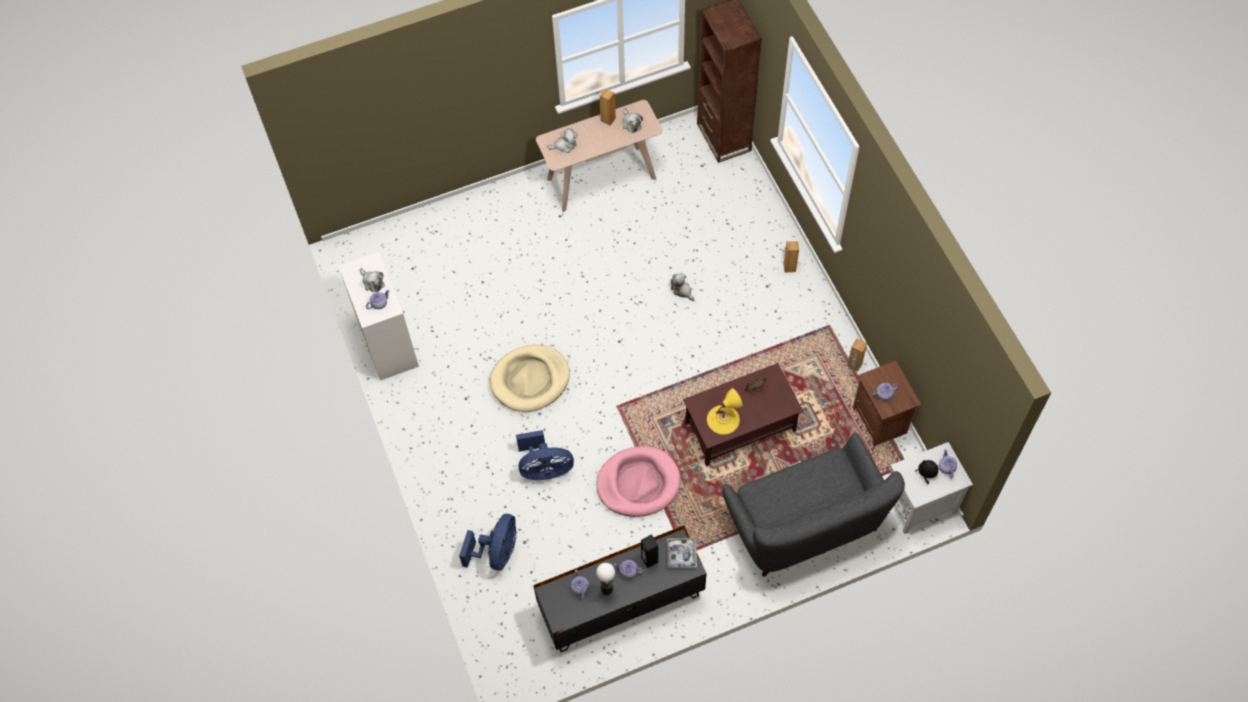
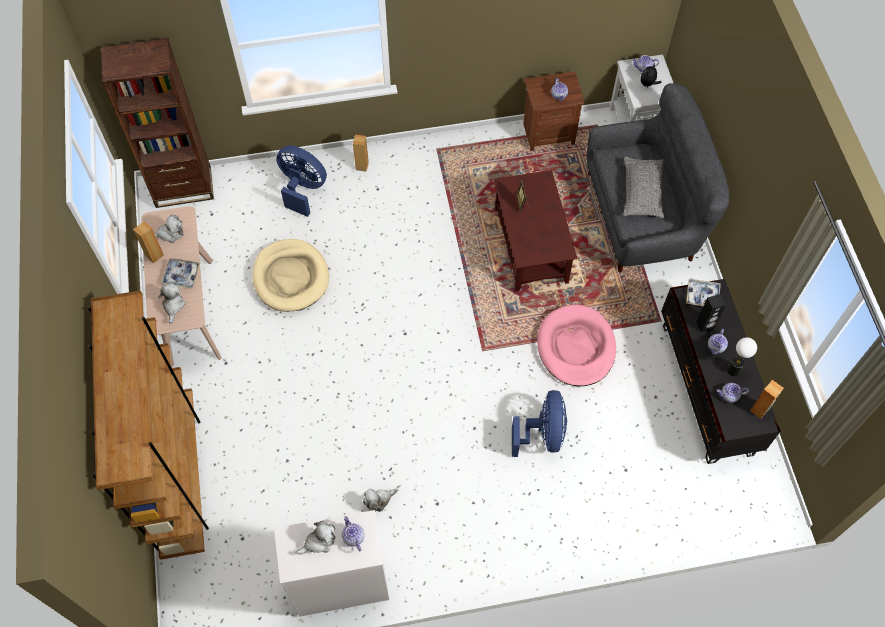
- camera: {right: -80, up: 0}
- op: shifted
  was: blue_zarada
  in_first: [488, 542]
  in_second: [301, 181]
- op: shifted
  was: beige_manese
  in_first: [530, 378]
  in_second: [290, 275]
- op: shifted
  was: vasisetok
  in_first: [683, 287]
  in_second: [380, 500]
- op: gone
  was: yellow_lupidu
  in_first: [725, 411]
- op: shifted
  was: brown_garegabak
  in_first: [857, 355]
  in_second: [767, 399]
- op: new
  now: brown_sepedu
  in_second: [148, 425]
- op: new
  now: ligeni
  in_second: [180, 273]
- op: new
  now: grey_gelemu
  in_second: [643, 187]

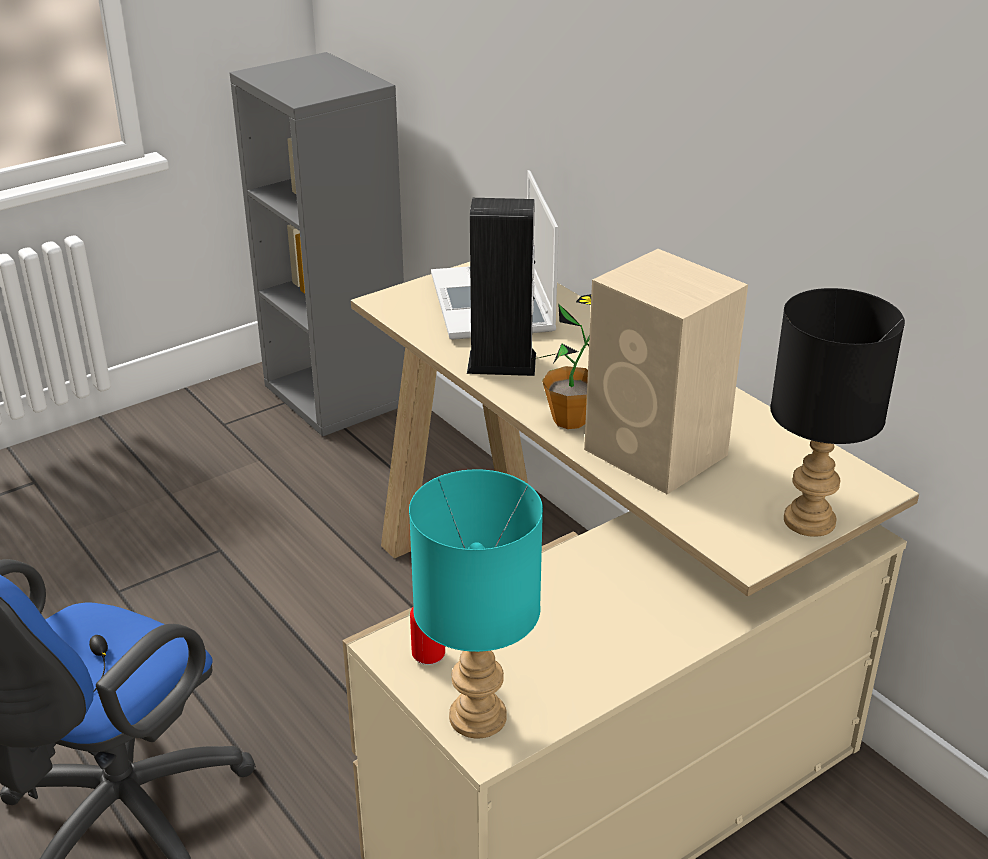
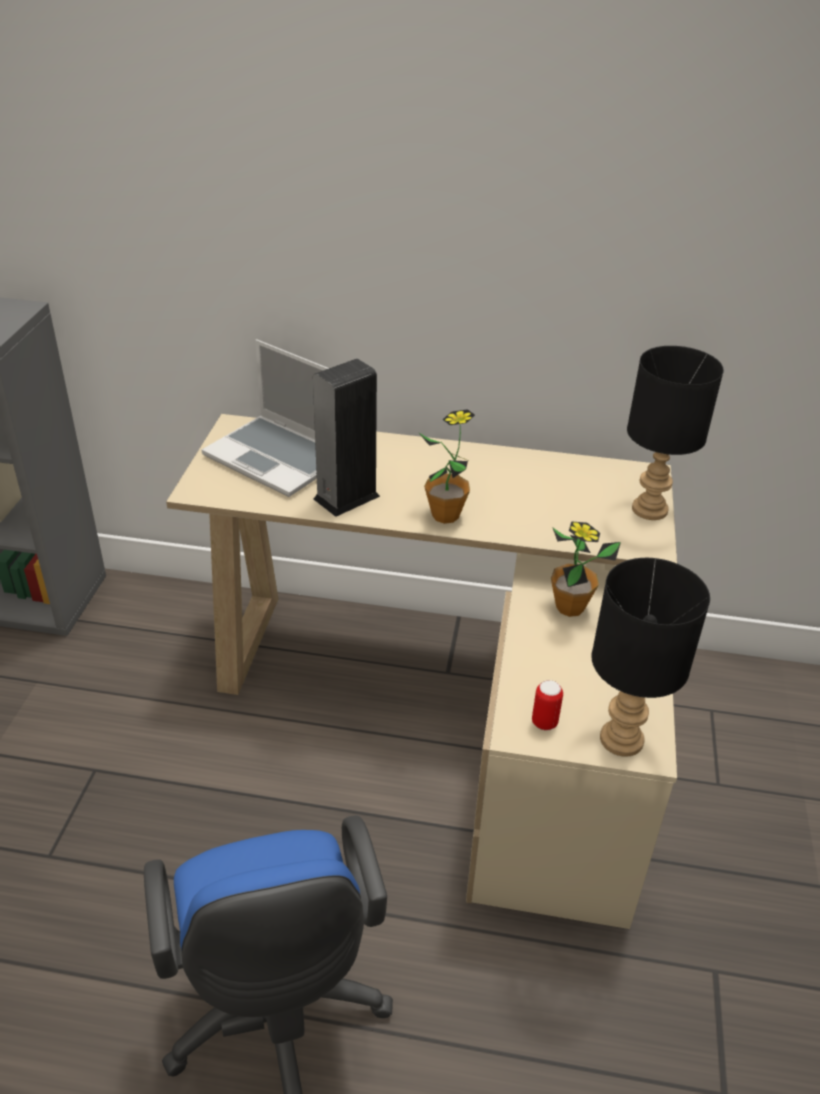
- camera: {right: -45, up: 5}
- op: repainted
  was: turquoise_lupidu
  now: black_lupidu
  in_first: [476, 603]
  in_second: [651, 657]
- op: gone
  was: beige_garegabak
  in_first: [666, 371]
- op: new
  now: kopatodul
  in_second: [586, 569]

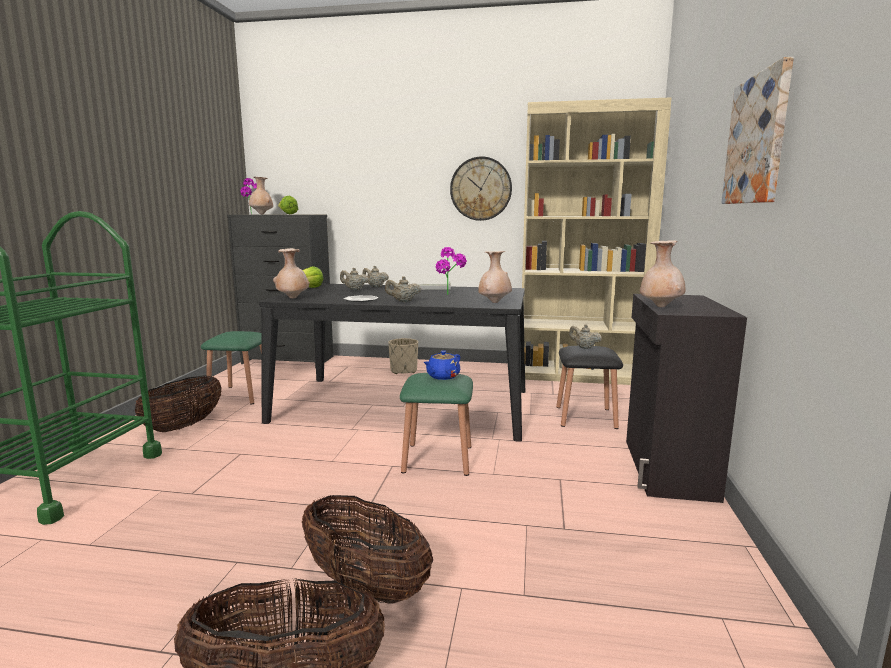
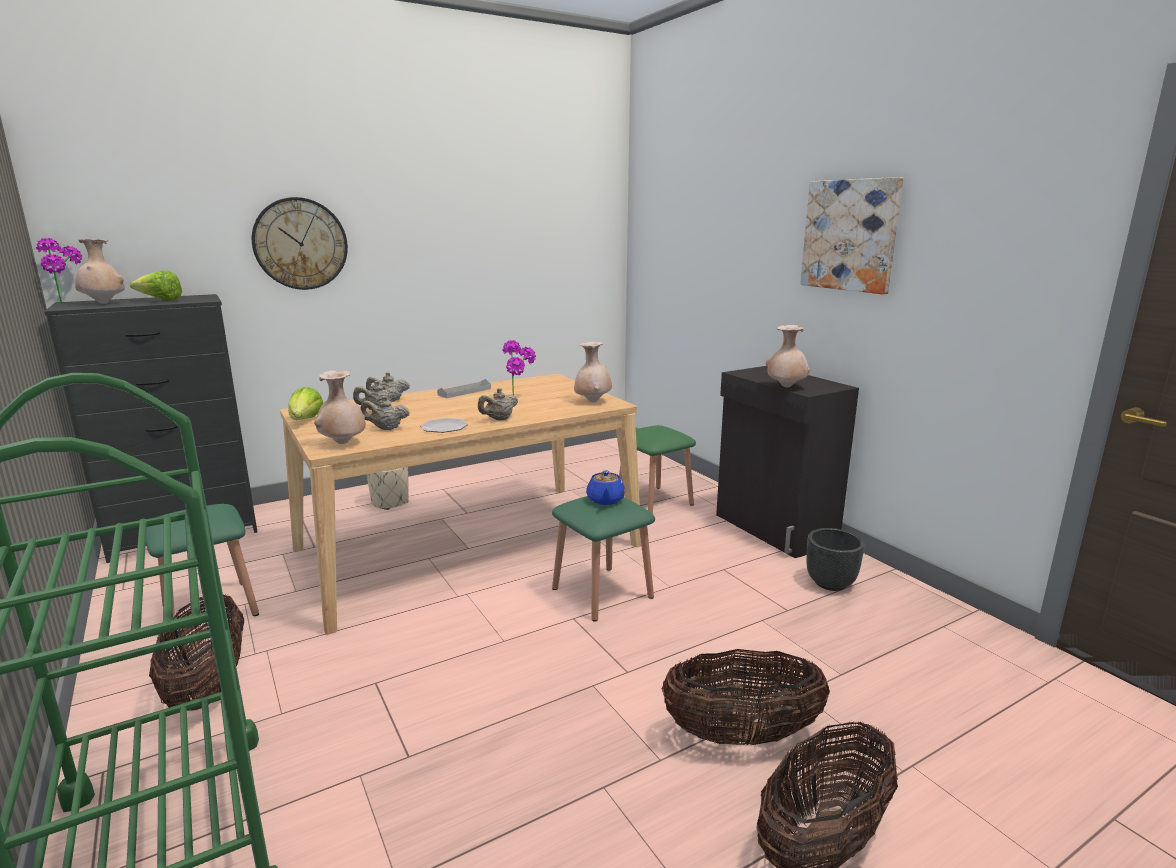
- camera: {right: -40, up: 5}
- op: repainted
  was: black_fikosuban
  now: beige_fikosuban
  in_first: [392, 363]
  in_second: [460, 504]
- op: shifted
  was: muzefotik
  in_first: [481, 188]
  in_second: [300, 243]
- op: gone
  was: beige_sepedu
  in_first: [596, 241]
- op: repainted
  was: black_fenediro
  now: green_fenediro
  in_first: [589, 387]
  in_second: [657, 469]
- op: shifted
  was: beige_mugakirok
  in_first: [585, 336]
  in_second: [385, 413]
- op: new
  now: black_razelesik
  in_second: [835, 559]

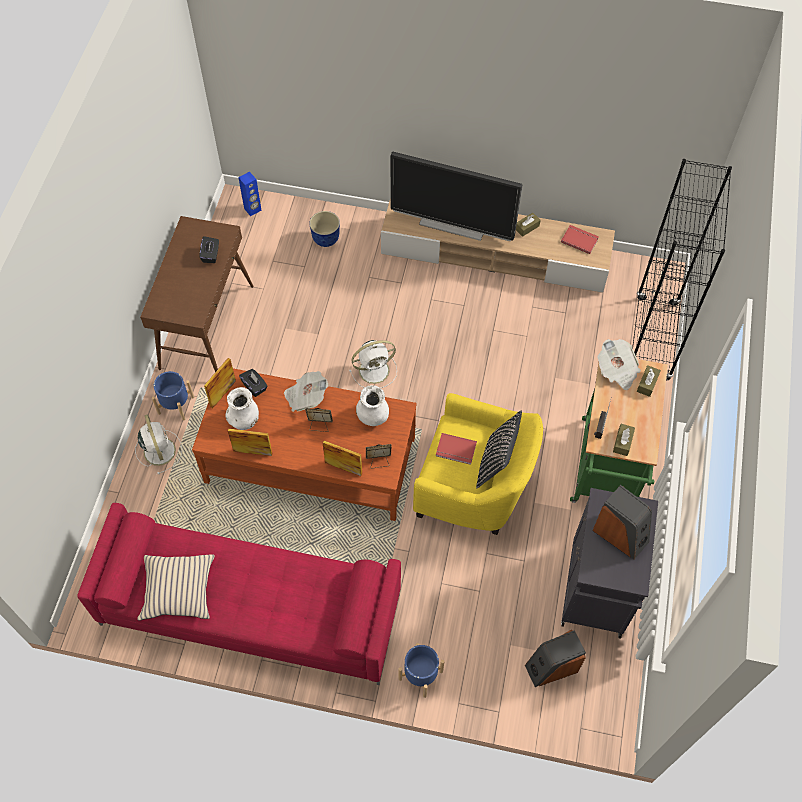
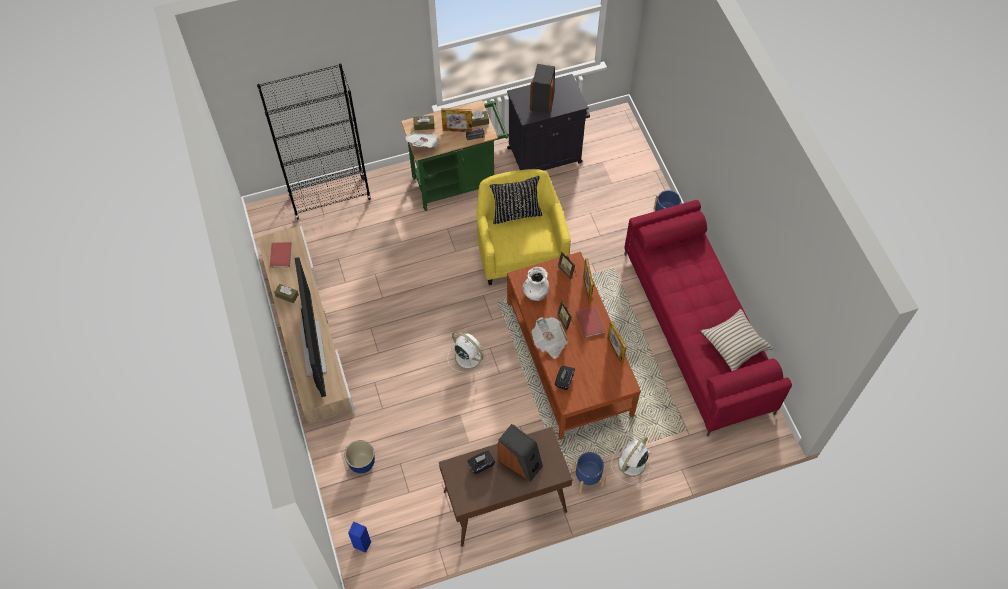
- camera: {right: -120, up: 0}
- op: shifted
  was: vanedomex
  in_first: [220, 383]
  in_second: [456, 120]
- op: gone
  was: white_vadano
  in_first: [242, 408]
- op: shifted
  was: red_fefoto
  in_first: [456, 449]
  in_second: [590, 322]
- op: shifted
  was: garegabak
  in_first: [555, 658]
  in_second: [520, 453]

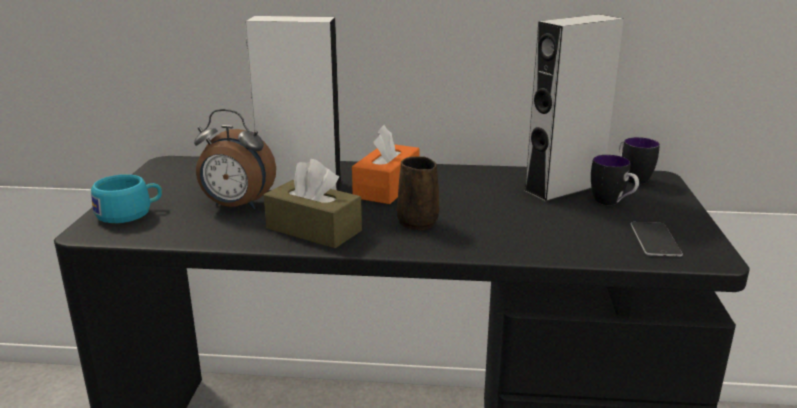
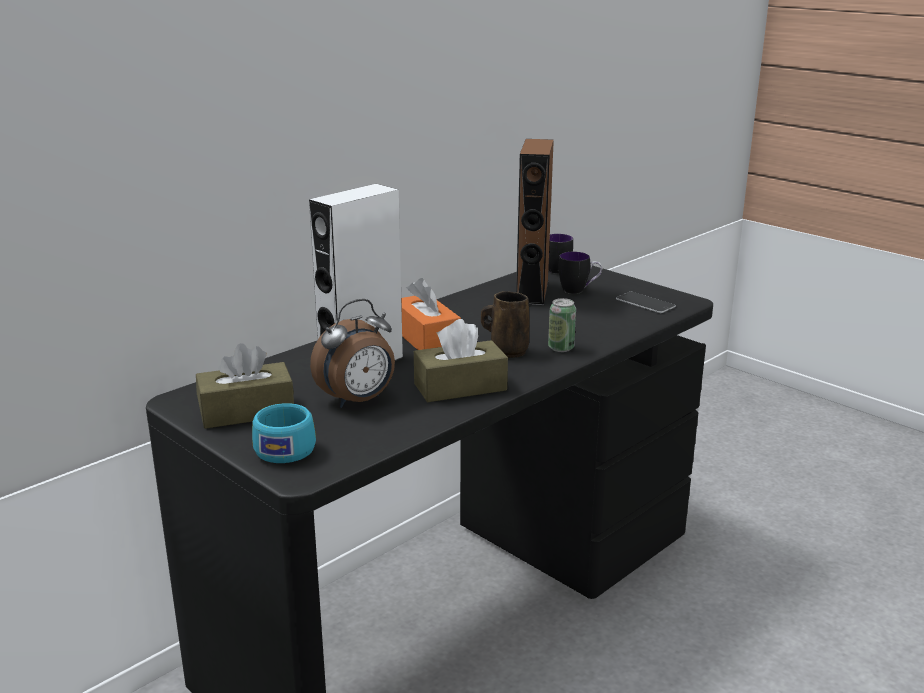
- camera: {right: -50, up: 0}
- op: repainted
  was: grey_garegabak
  now: brown_garegabak
  in_first: [574, 108]
  in_second: [535, 222]
- op: new
  now: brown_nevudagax
  in_second: [245, 386]
- op: new
  now: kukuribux
  in_second: [562, 325]

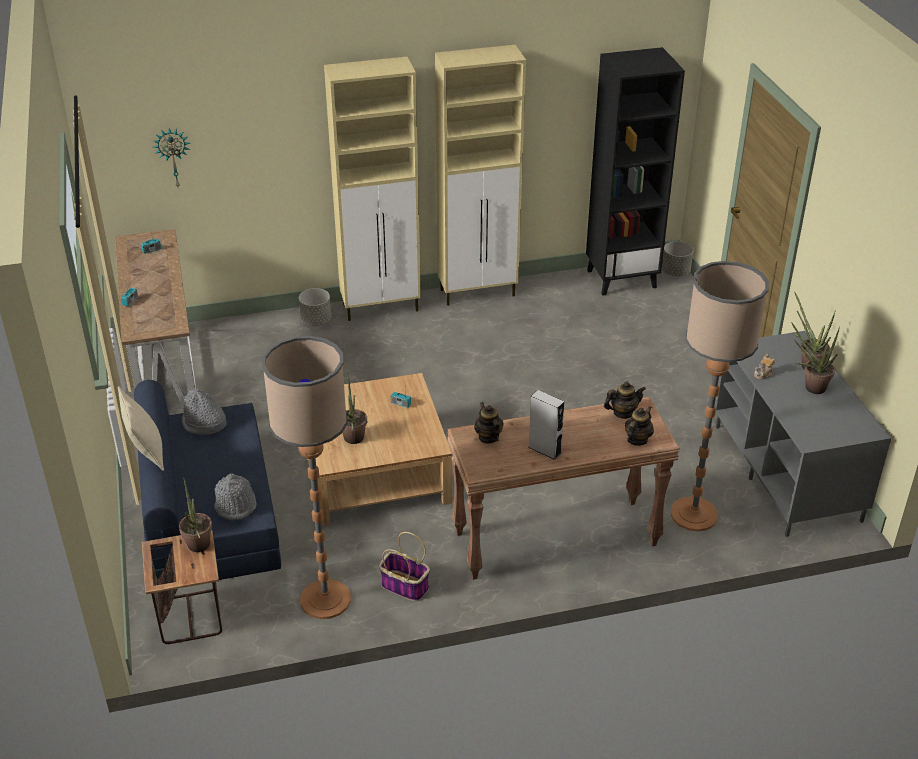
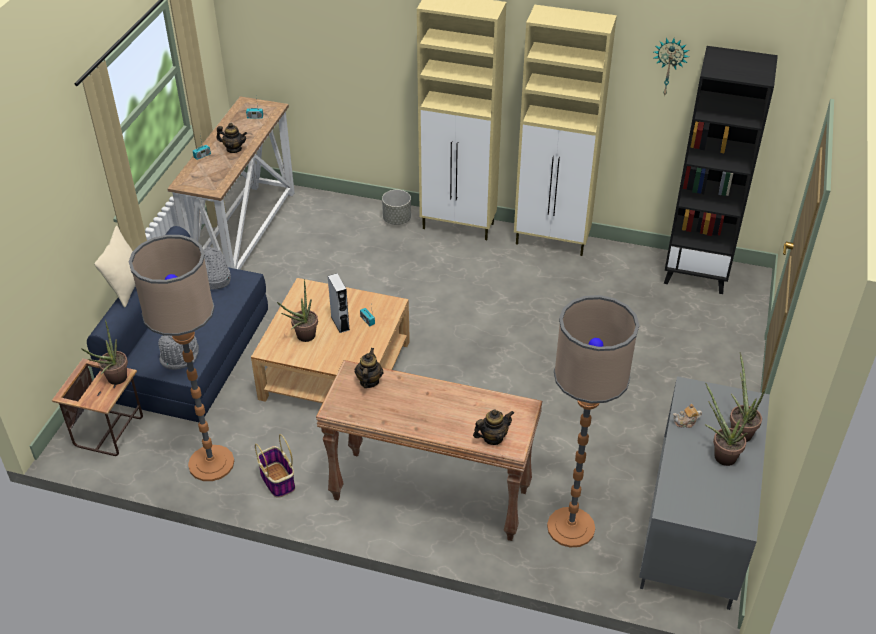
- camera: {right: 30, up: 5}
- op: shifted
  was: muzefotik
  in_first: [171, 157]
  in_second: [671, 67]
- op: shifted
  was: grey_garegabak
  in_first: [546, 425]
  in_second: [339, 303]
- op: shifted
  was: mugakirok
  in_first: [625, 400]
  in_second: [231, 138]
- op: gone
  was: grey_razelesik
  in_first: [677, 258]

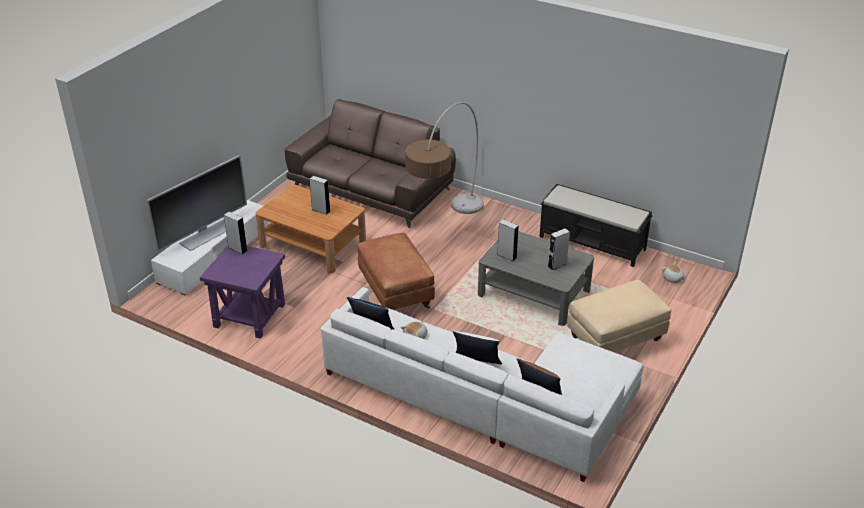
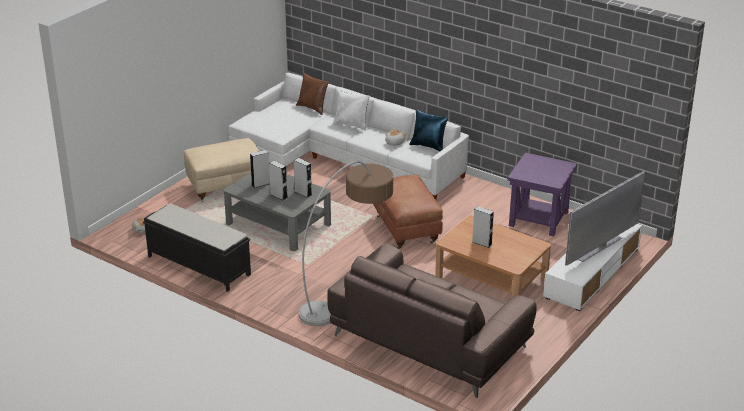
- camera: {right: -175, up: -5}
- op: shifted
  was: grey_garegabak
  in_first: [235, 233]
  in_second: [278, 180]

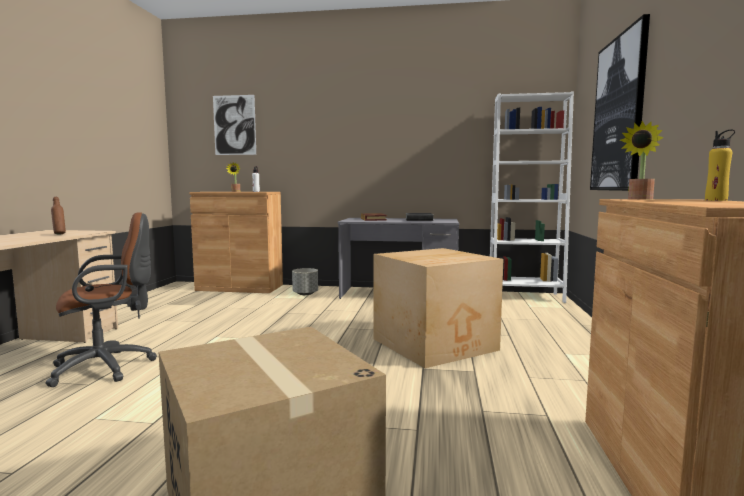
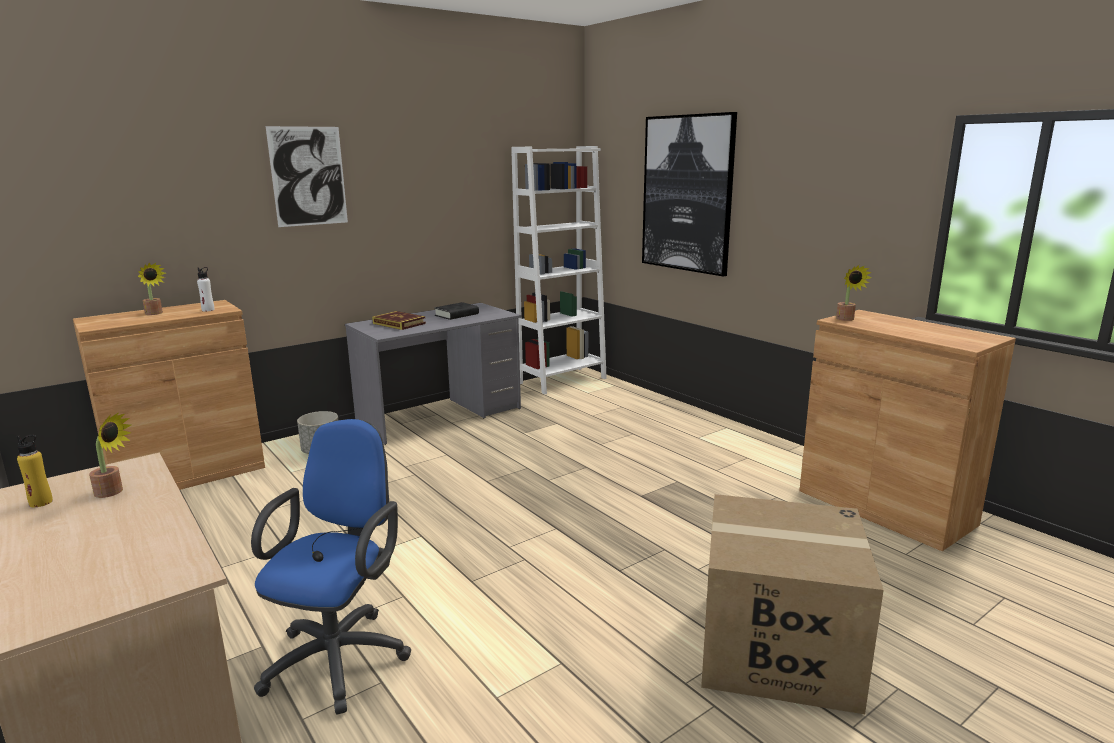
- camera: {right: -45, up: 10}
- op: repainted
  was: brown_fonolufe
  now: blue_fonolufe
  in_first: [101, 299]
  in_second: [331, 566]
- op: swapped
  was: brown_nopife
  now: kopatodul
  in_first: [58, 216]
  in_second: [110, 455]
- op: shifted
  was: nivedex
  in_first: [234, 125]
  in_second: [307, 176]
- op: gone
  was: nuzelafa
  in_first: [438, 308]
- op: shifted
  was: yellow_nopife
  in_first: [720, 165]
  in_second: [35, 470]

